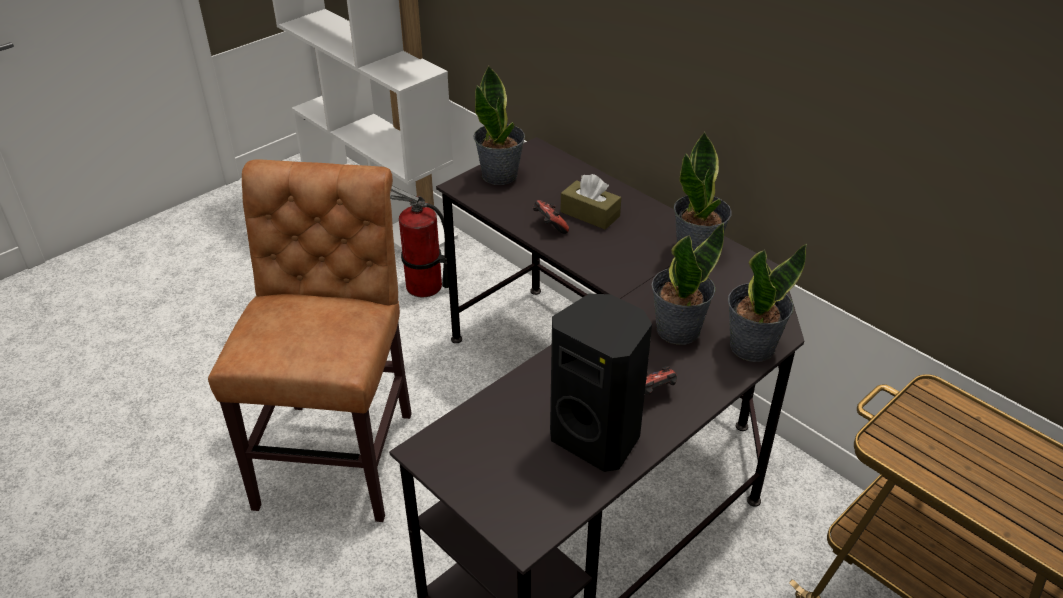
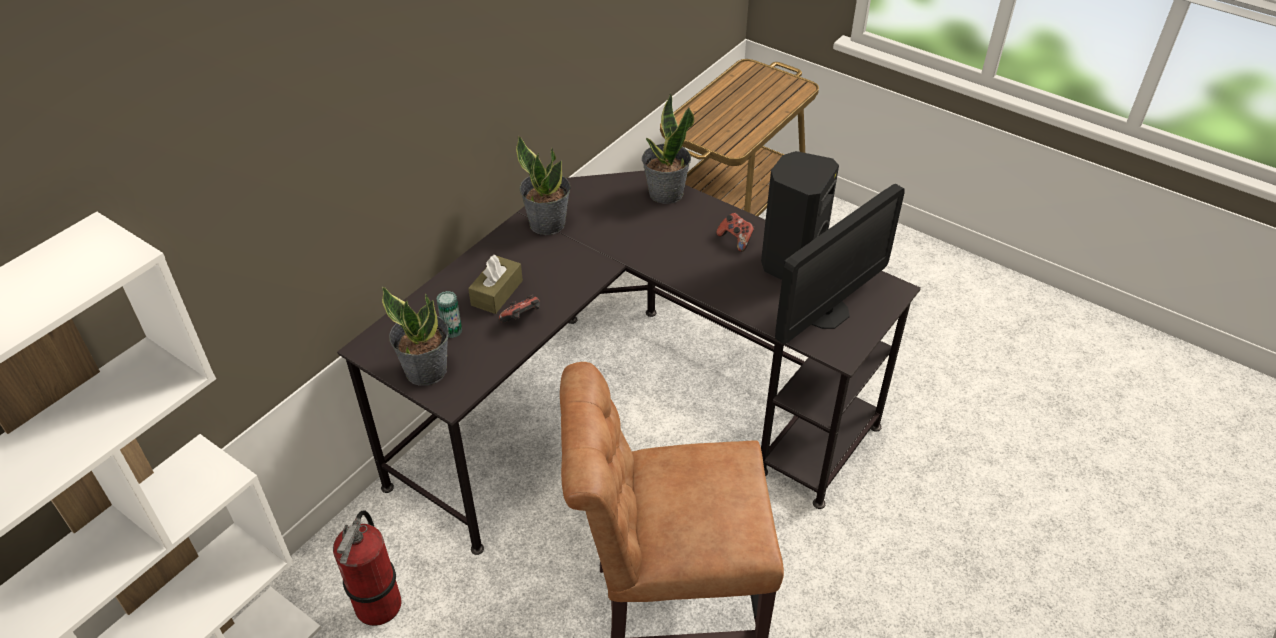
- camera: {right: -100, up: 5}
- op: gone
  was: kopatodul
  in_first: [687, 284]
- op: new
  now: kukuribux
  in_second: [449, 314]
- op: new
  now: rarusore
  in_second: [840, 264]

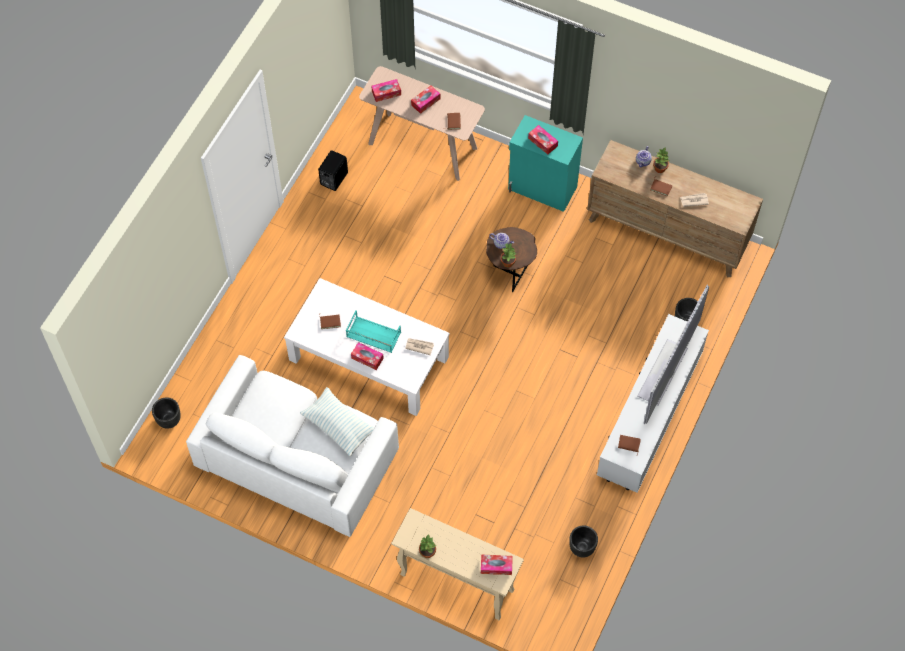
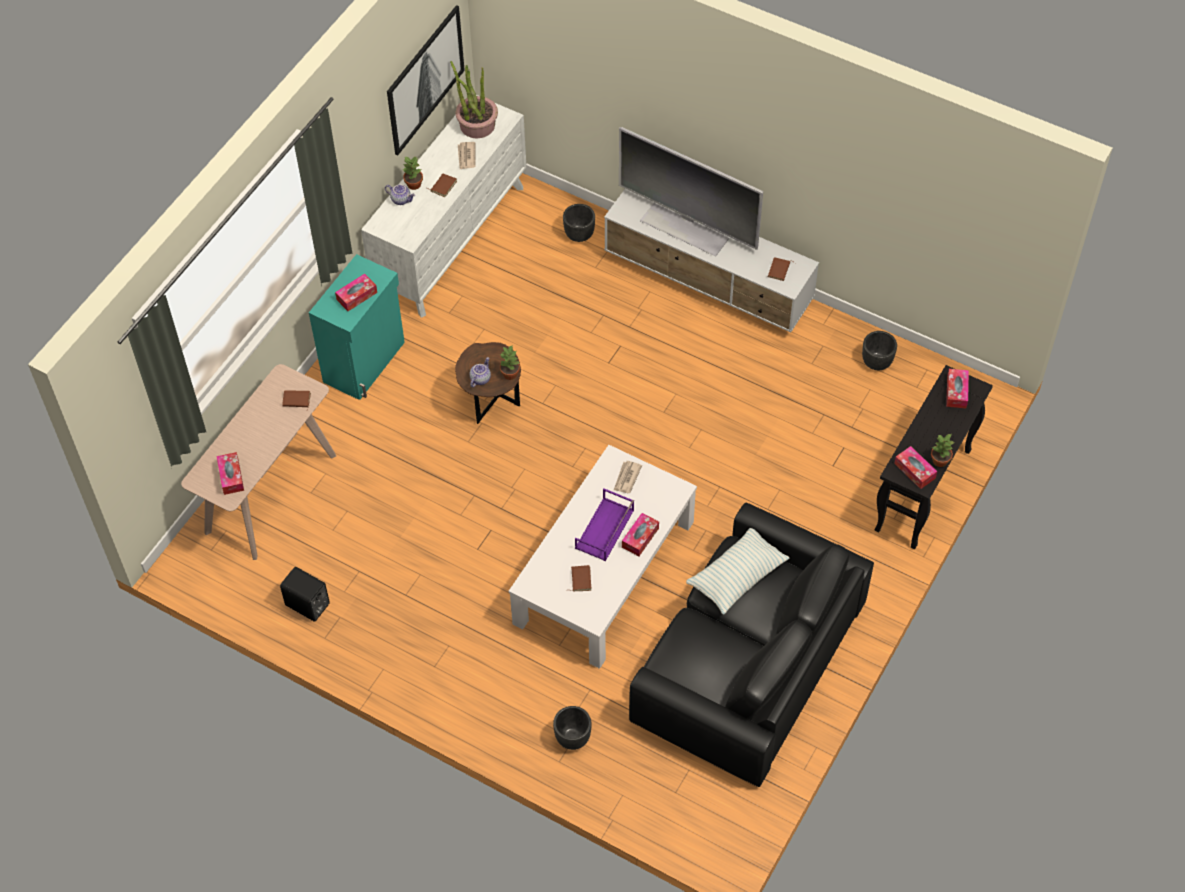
- camera: {right: -85, up: -5}
- op: shifted
  was: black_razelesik
  in_first: [166, 413]
  in_second: [572, 728]
- op: repainted
  was: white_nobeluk
  now: black_nobeluk
  in_first: [292, 446]
  in_second: [751, 645]
- op: repainted
  was: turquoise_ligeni
  now: purple_ligeni
  in_first: [373, 331]
  in_second: [604, 525]
- op: repainted
  was: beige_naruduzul
  now: black_naruduzul
  in_first: [457, 564]
  in_second: [933, 457]
- op: shifted
  was: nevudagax
  in_first: [425, 100]
  in_second: [915, 467]
- op: repainted
  was: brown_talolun
  now: white_talolun
  in_first: [675, 208]
  in_second: [444, 206]
- op: new
  now: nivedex
  in_second: [426, 80]
- op: new
  now: kopatodul
  in_second: [474, 100]

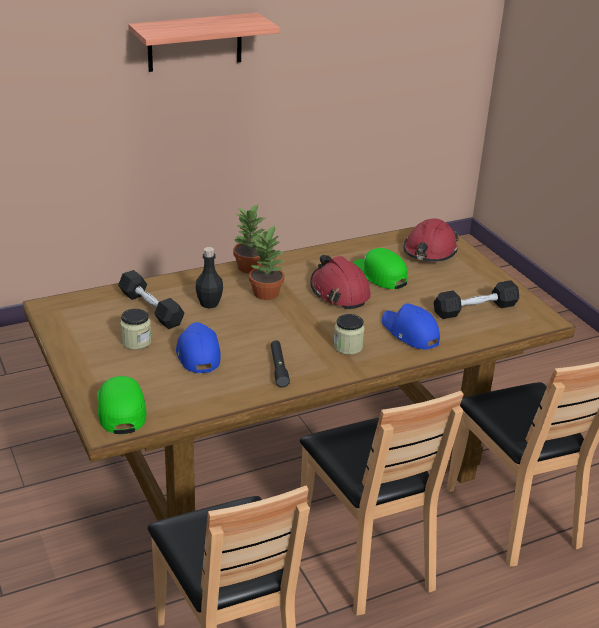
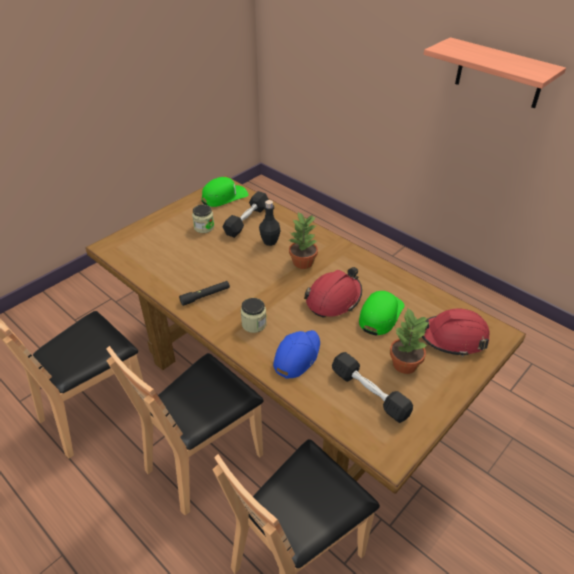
- camera: {right: 70, up: 10}
- op: shifted
  was: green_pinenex
  in_first: [121, 405]
  in_second: [225, 192]
- op: gone
  was: blue_pinenex
  in_first: [198, 347]
- op: shifted
  was: kopatodul
  in_first: [249, 238]
  in_second: [410, 341]

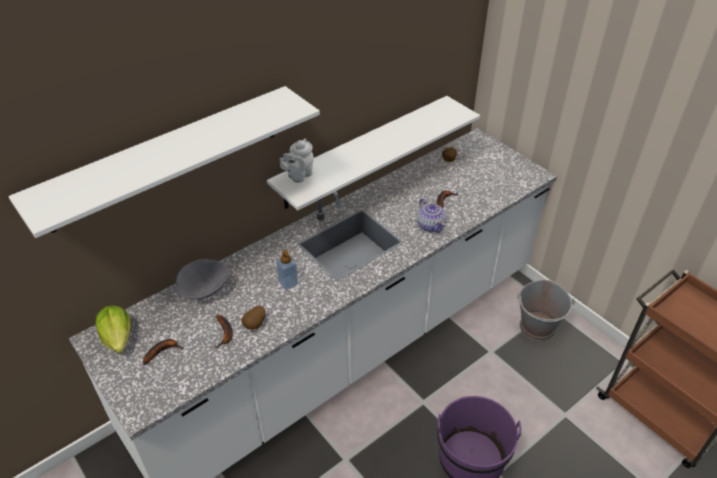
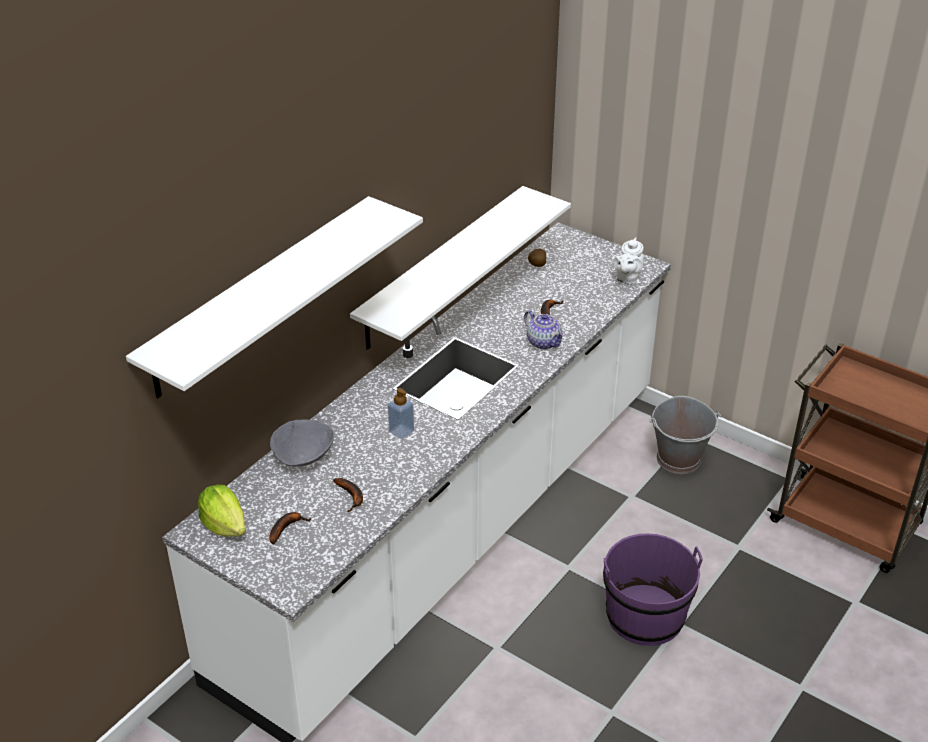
- camera: {right: -15, up: -5}
- op: gone
  was: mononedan
  in_first: [253, 318]
- op: shifted
  was: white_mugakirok
  in_first: [297, 161]
  in_second: [628, 261]

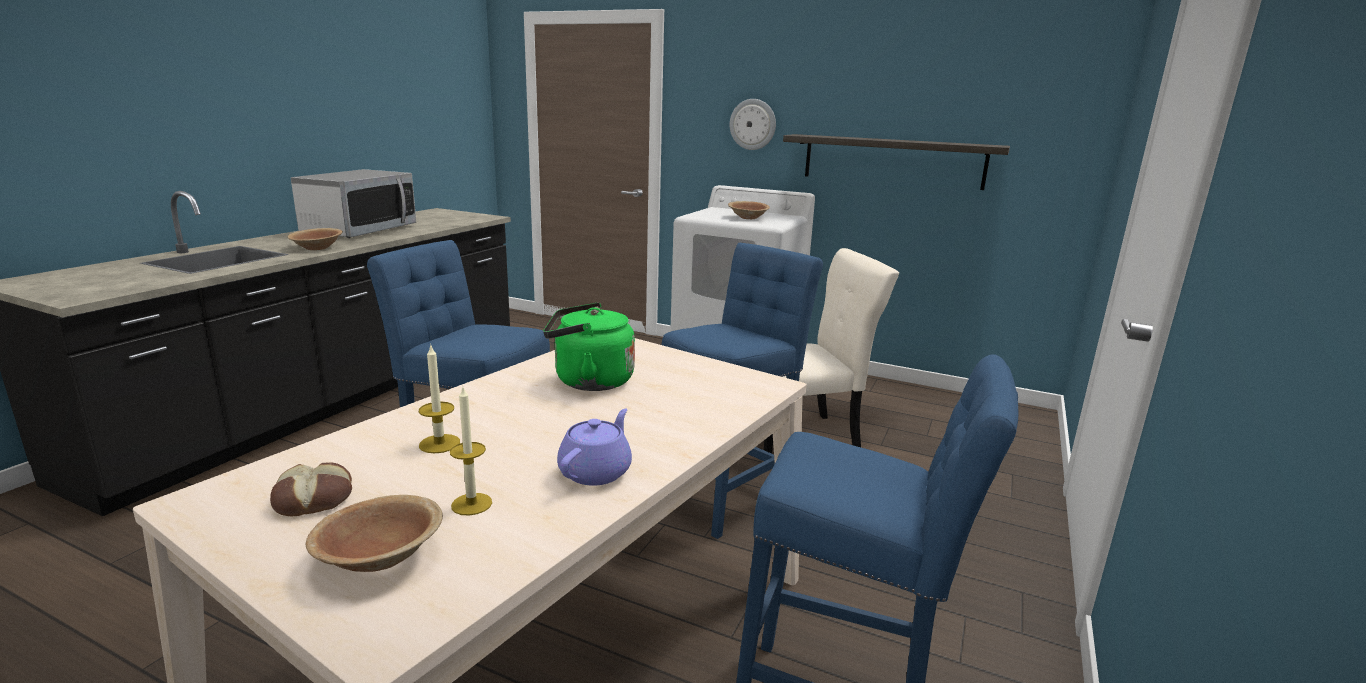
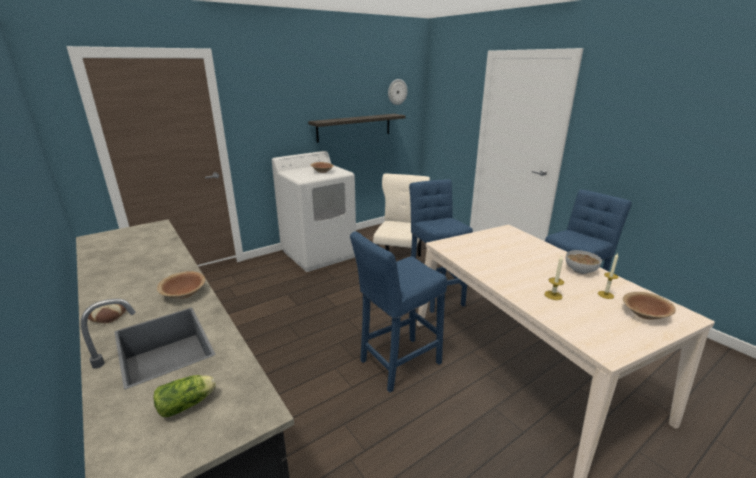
- camera: {right: -60, up: 5}
- op: shifted
  was: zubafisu
  in_first: [311, 489]
  in_second: [107, 314]
- op: gone
  was: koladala
  in_first: [353, 203]
- op: gone
  was: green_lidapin
  in_first: [589, 347]
- op: swapped
  was: purple_mugakirok
  now: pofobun
  in_first: [594, 447]
  in_second: [584, 262]
- op: shifted
  was: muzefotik
  in_first: [753, 124]
  in_second: [398, 92]
- op: new
  now: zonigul
  in_second: [184, 396]

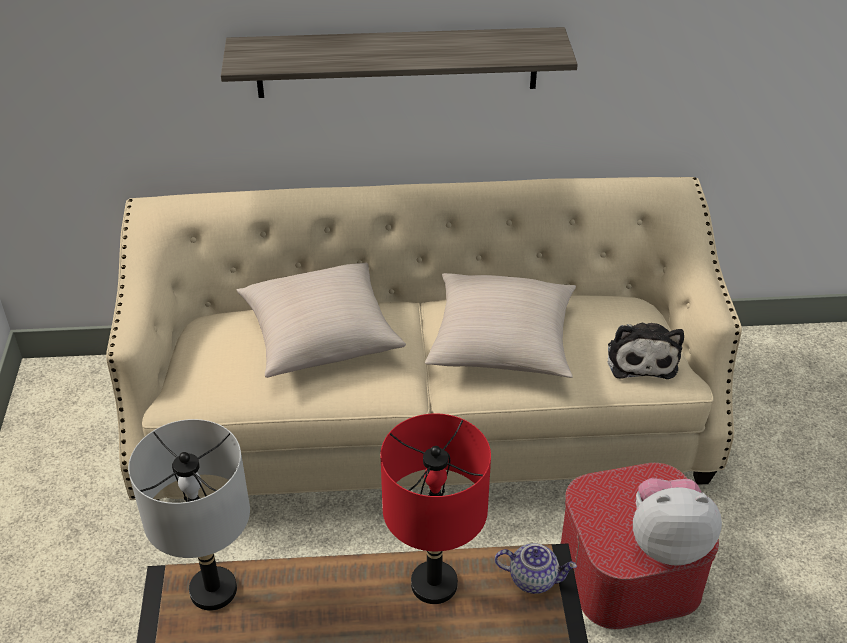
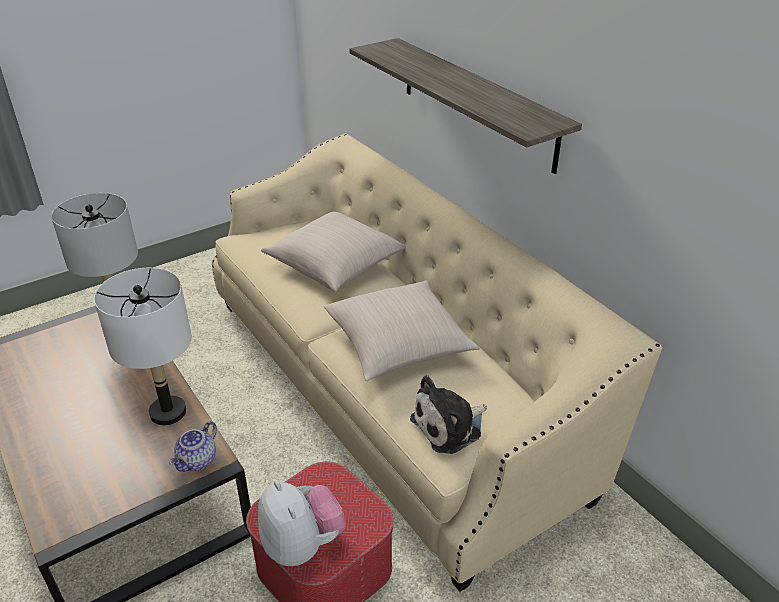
- camera: {right: 60, up: -5}
- op: repainted
  was: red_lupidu
  now: white_lupidu
  in_first: [435, 508]
  in_second: [143, 346]
- op: rotated
  was: mugakirok
  in_first: [536, 569]
  in_second: [193, 446]
  clockwise: 45

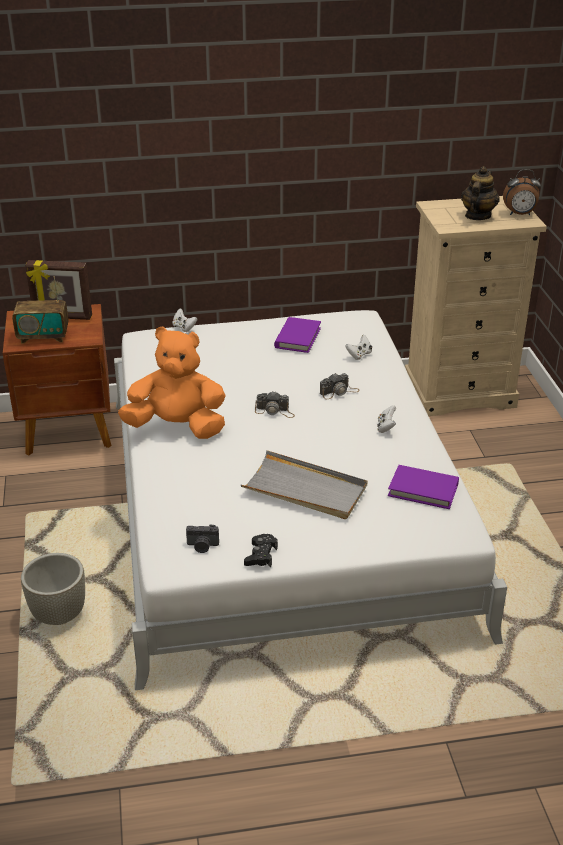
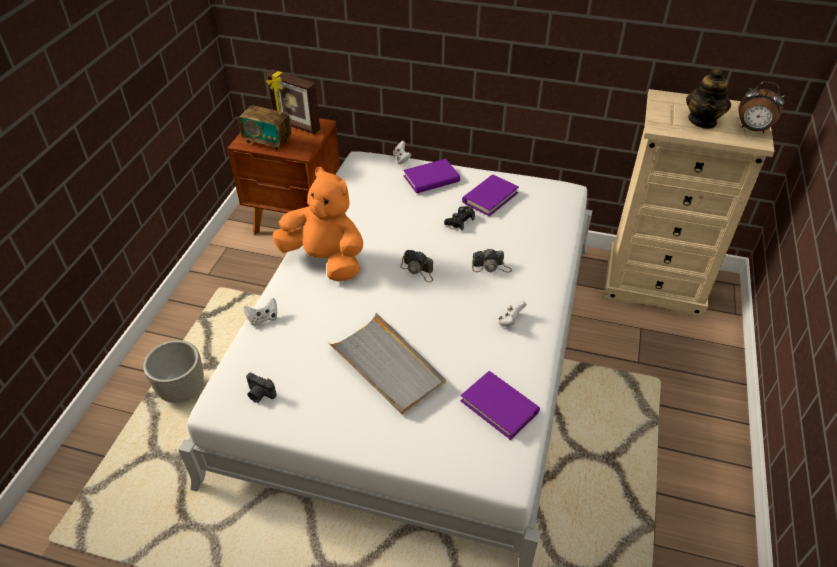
- camera: {right: 25, up: 10}
- op: shifted
  was: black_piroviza
  in_first: [261, 550]
  in_second: [459, 218]
- op: shifted
  was: white_piroviza
  in_first: [358, 347]
  in_second: [260, 312]
- op: rotated
  was: mugakirok
  in_first: [480, 193]
  in_second: [708, 98]
  clockwise: 150
- op: new
  now: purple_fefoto
  in_second: [431, 176]

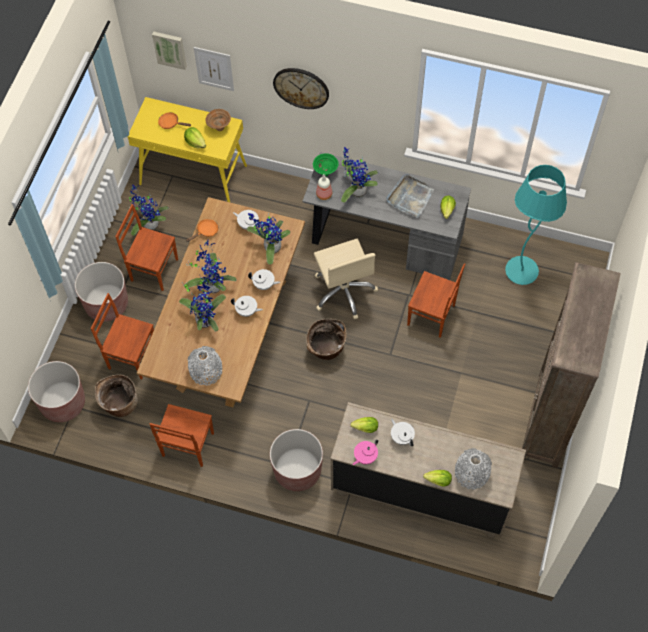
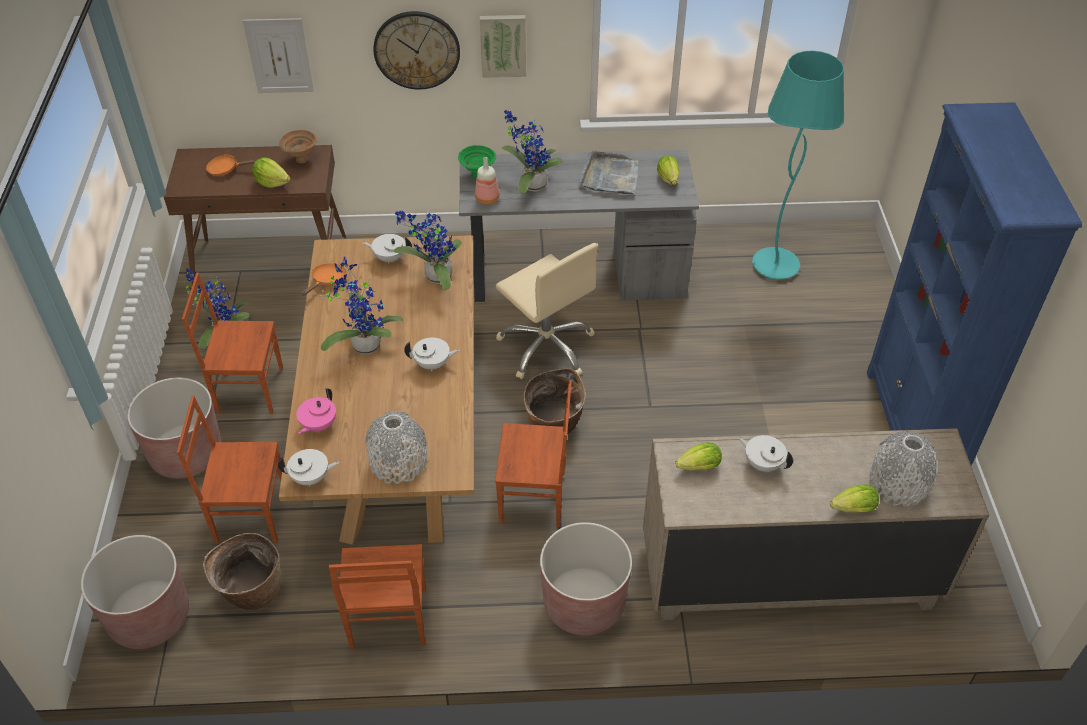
- camera: {right: -20, up: -15}
- op: repainted
  was: yellow_naruduzul
  now: brown_naruduzul
  in_first: [187, 149]
  in_second: [255, 215]
- op: shifted
  was: nivedex
  in_first: [169, 50]
  in_second: [503, 46]
- op: gone
  was: kopatodul
  in_first: [202, 305]
- op: shifted
  was: white_mugakirok
  in_first: [264, 279]
  in_second: [309, 468]
- op: shifted
  was: pink_mugakirok
  in_first: [365, 452]
  in_second: [316, 411]
- op: shifted
  was: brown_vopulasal
  in_first: [436, 300]
  in_second: [533, 453]
- op: repainted
  was: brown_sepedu
  now: blue_sepedu
  in_first: [571, 365]
  in_second: [974, 284]

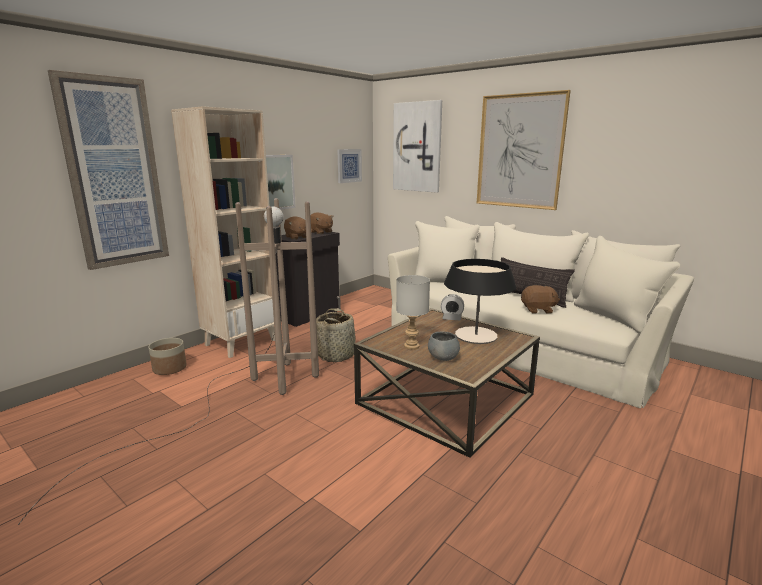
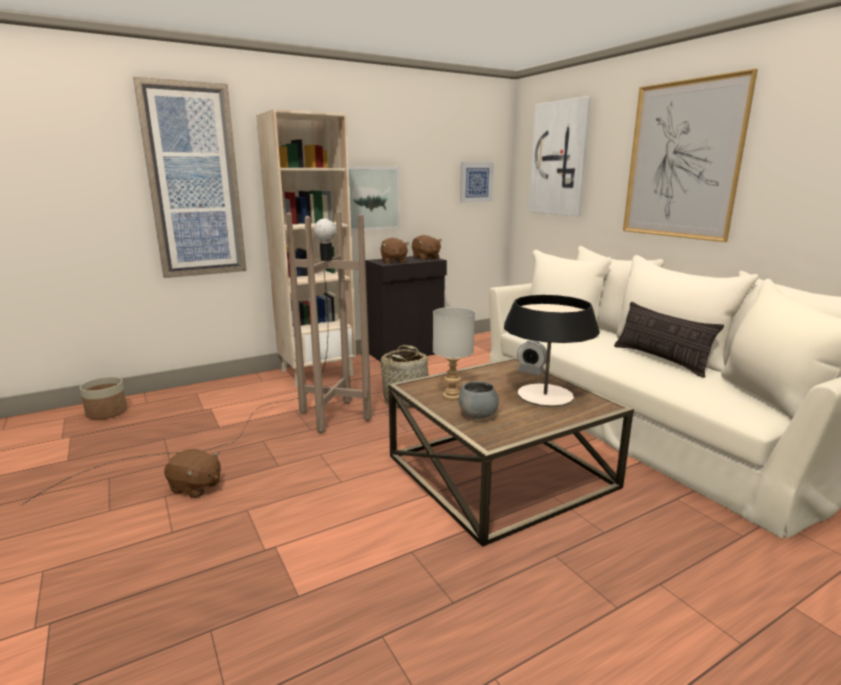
- camera: {right: 20, up: 0}
- op: shifted
  was: razelesik
  in_first: [167, 356]
  in_second: [103, 398]
- op: shifted
  was: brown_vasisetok
  in_first: [540, 299]
  in_second: [192, 473]

